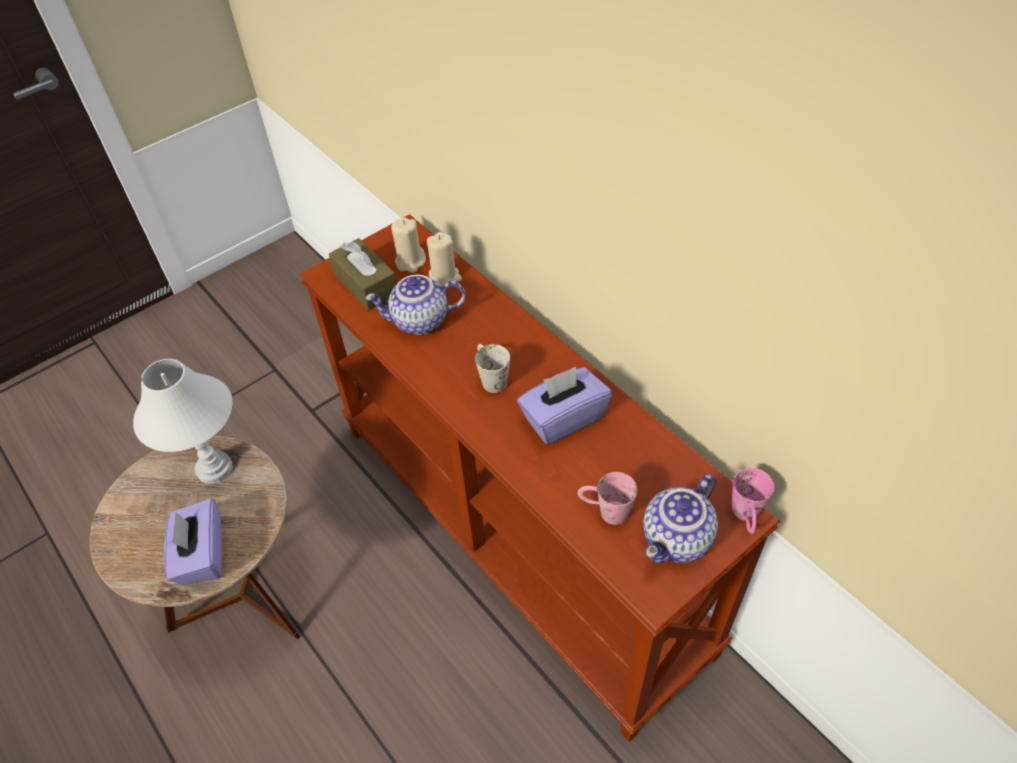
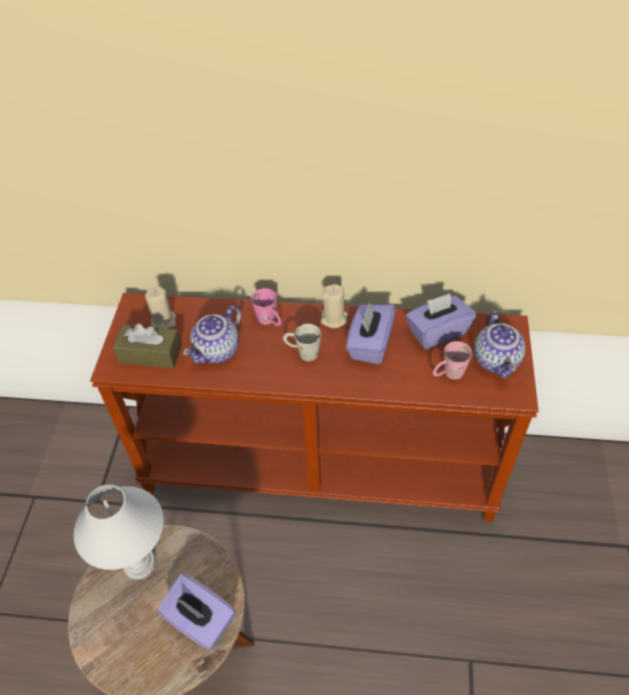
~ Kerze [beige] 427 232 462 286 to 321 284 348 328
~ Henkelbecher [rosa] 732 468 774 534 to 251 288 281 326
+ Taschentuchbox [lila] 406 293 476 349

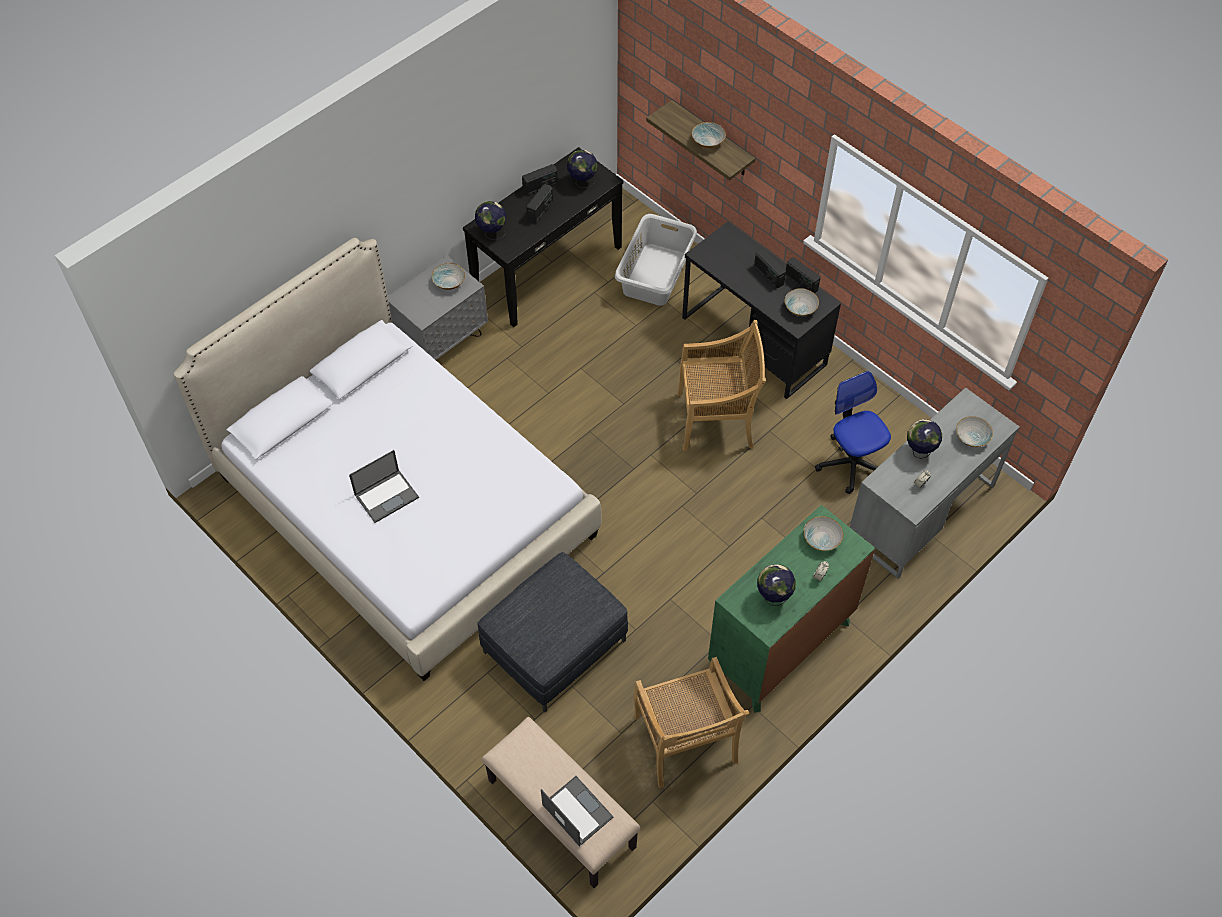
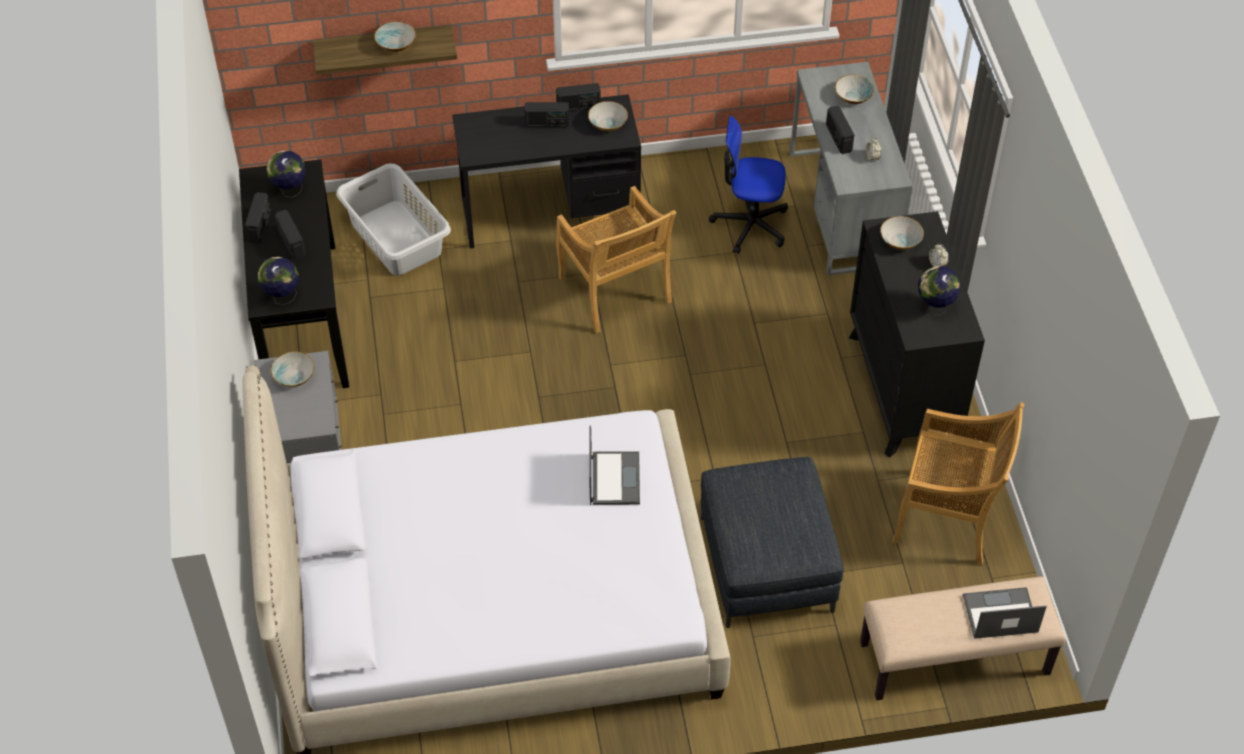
~ Laptop 349 450 419 523 to 589 426 640 505
~ Stuhl [beige] 677 320 766 451 = 556 186 676 333 120 degrees clockwise
~ Kommode [grün] 708 505 875 713 to Kommode [schwarz] 849 211 985 458
~ Globus 907 419 942 459 to Radio 826 106 854 154

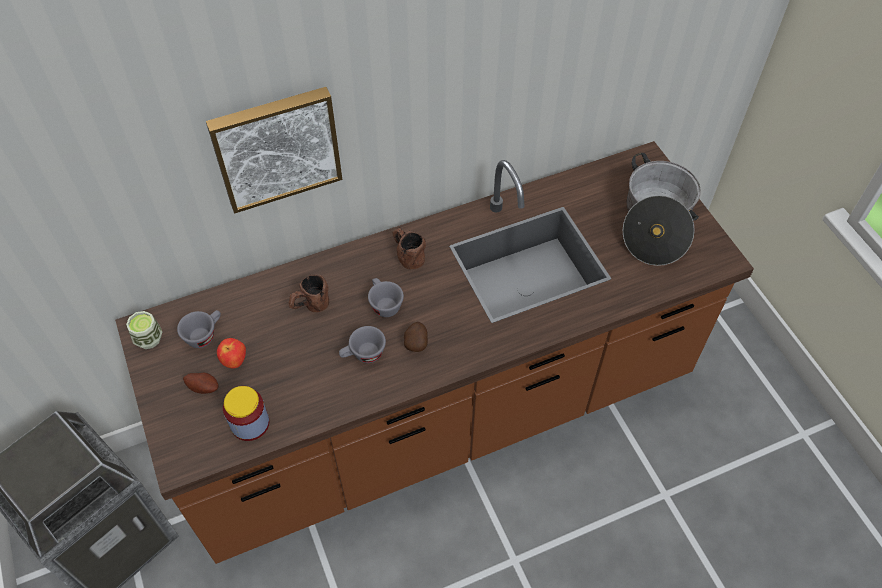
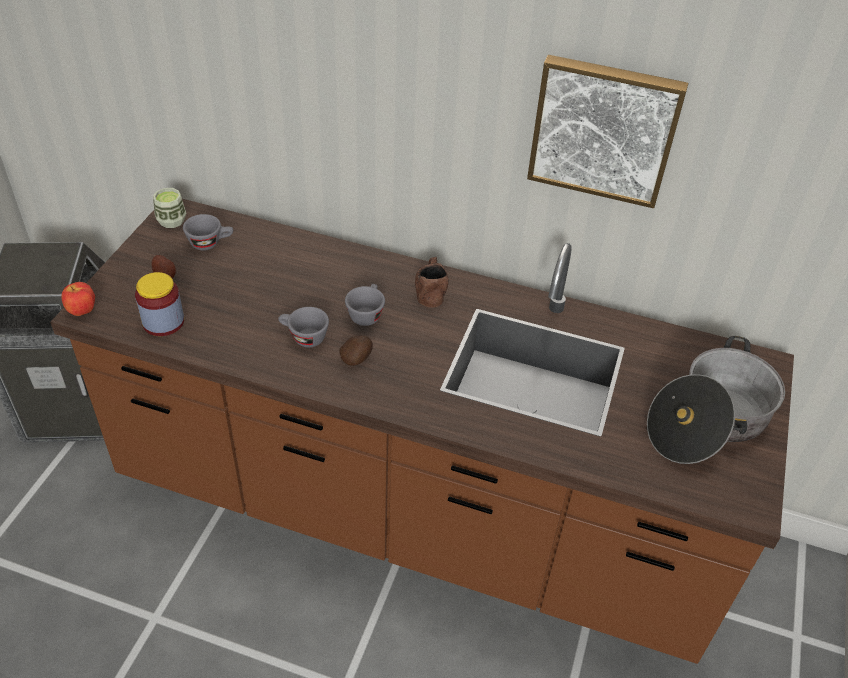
~ Bild 206 87 343 213 to 527 55 689 208
~ Apfel 217 338 246 368 to 61 282 95 316
- Henkelbecher [braun] 289 275 329 312

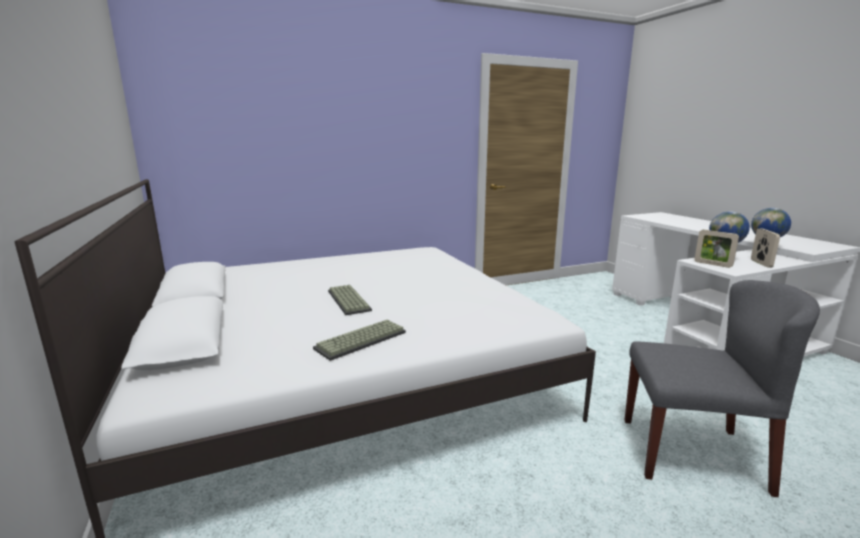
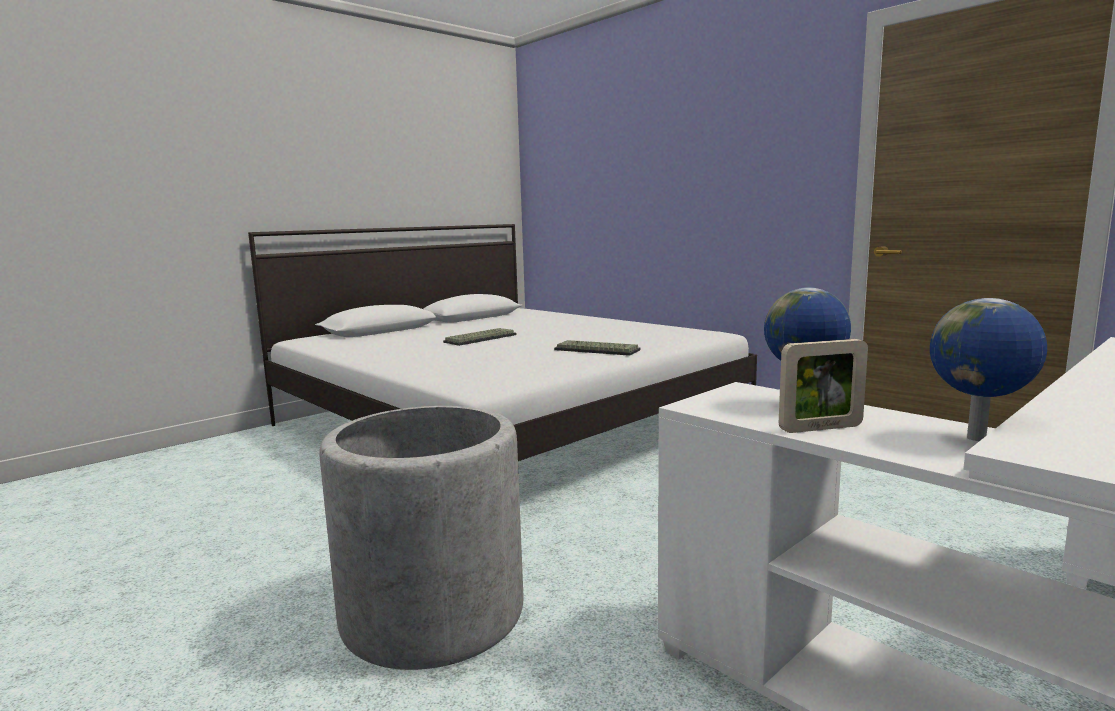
~ Tastatur 313 320 406 361 to 554 340 640 356
~ Stuhl [grau] 625 280 820 497 to Pflanzkübel [grau] 319 406 523 670
- Bilderrahmen 694 230 739 268

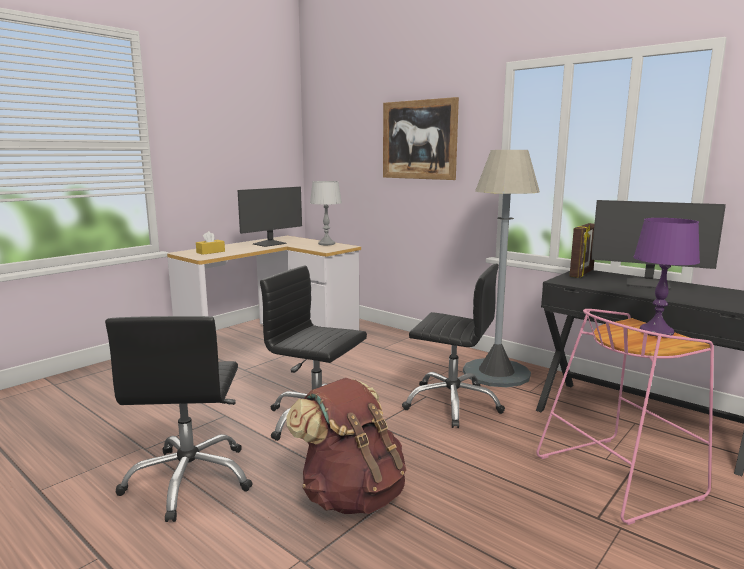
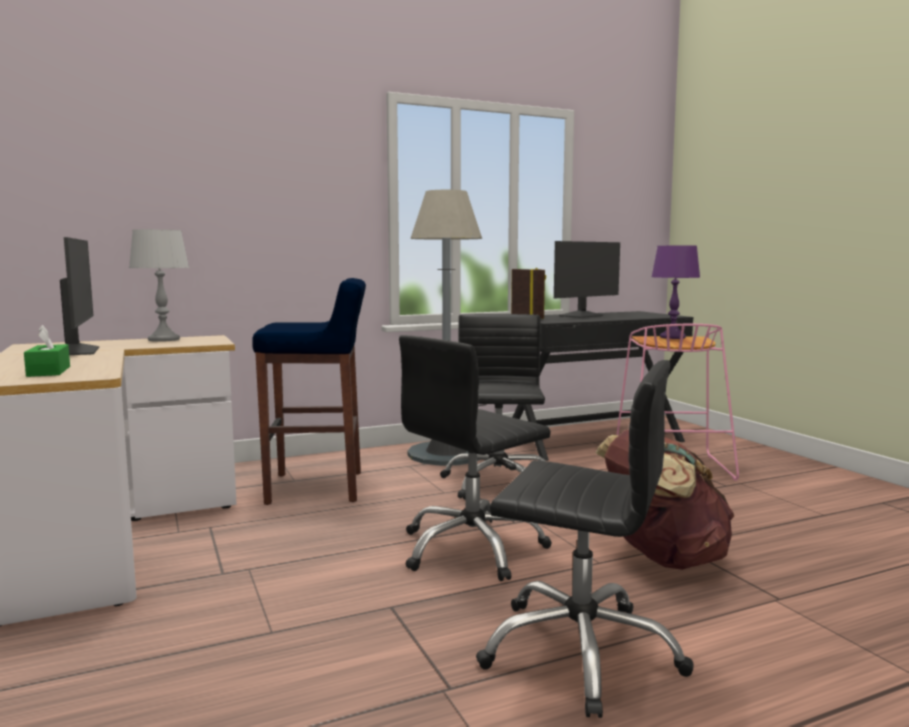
~ Taschentuchbox [gelb] 196 231 225 255 to Taschentuchbox [grün] 24 325 70 377
- Bild 383 97 459 180
~ Bürostuhl [schwarz] 402 264 505 428 = 440 314 545 500 45 degrees counterclockwise
+ Hocker [blau] 252 278 366 505

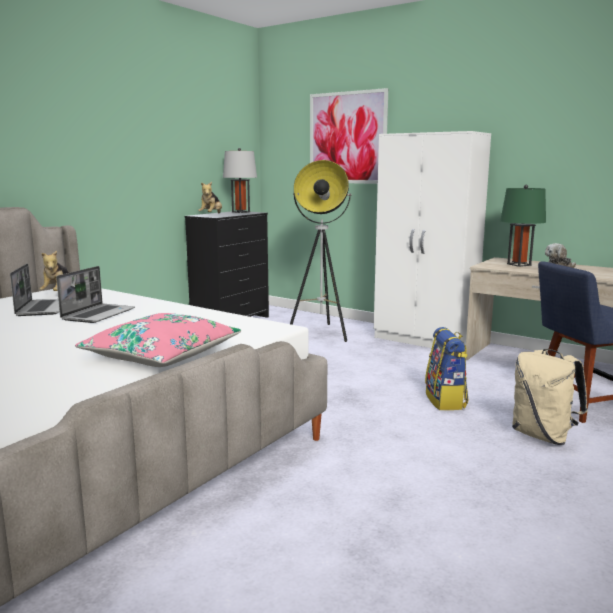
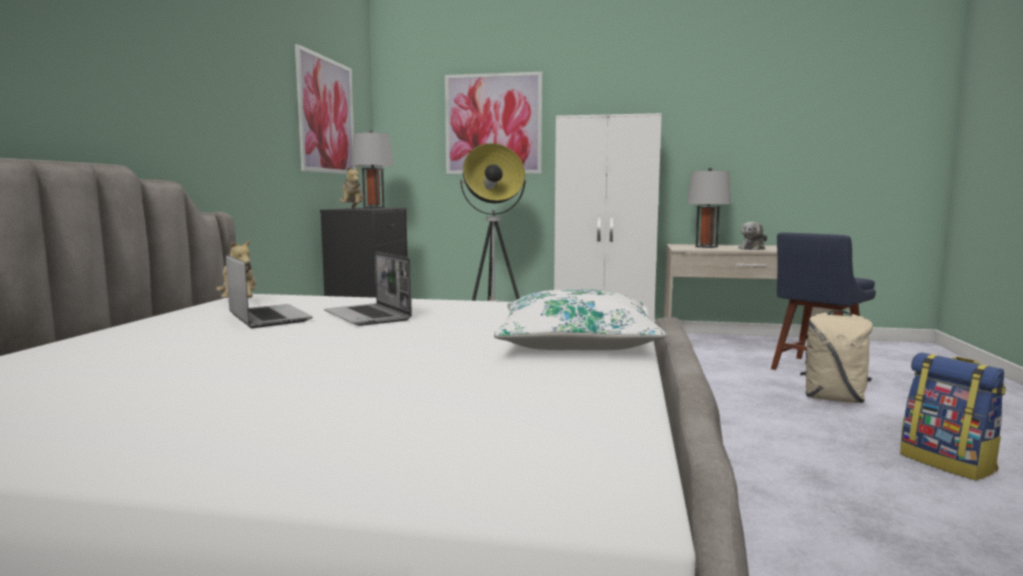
~ Laptop 56 266 135 323 = 324 251 412 326 150 degrees clockwise
~ Kissen [rosa] 75 313 241 367 to Kissen [weiß] 494 289 666 350
~ Rucksack 425 327 469 410 to 900 352 1006 480
~ Tischlampe [grün] 500 184 546 267 to Tischlampe [grau] 686 167 731 248
+ Bild 295 44 355 174

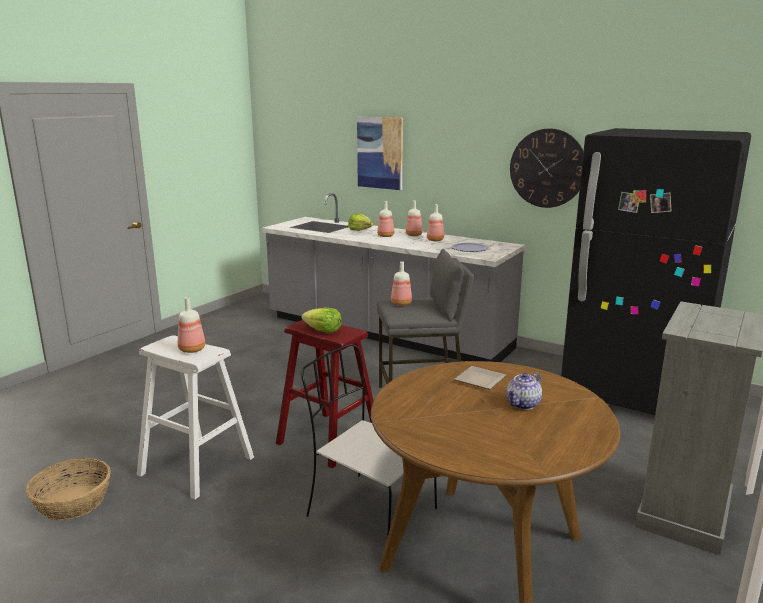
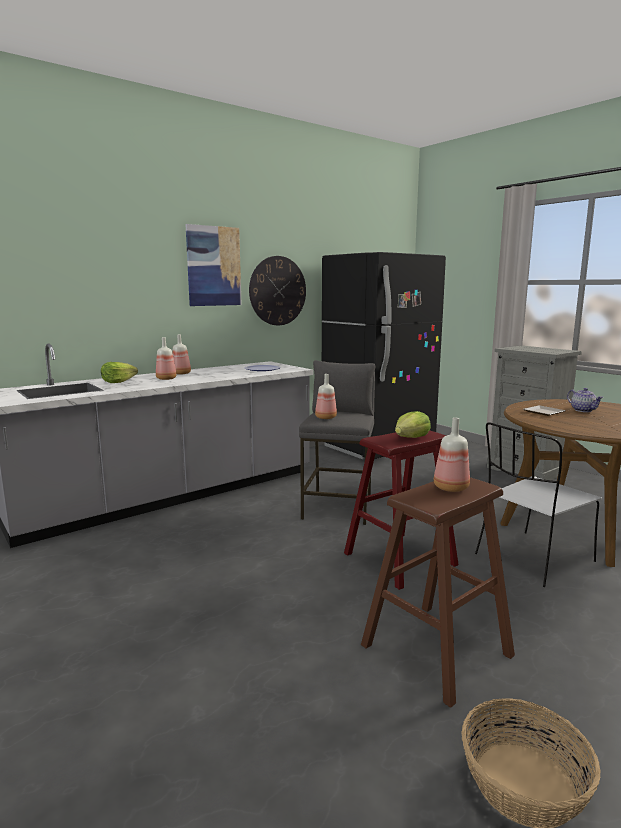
~ Hocker [weiß] 137 335 254 499 to Hocker [braun] 361 477 515 708
~ Bild 357 117 403 190 to 185 224 242 306
- Flasche 427 204 444 241

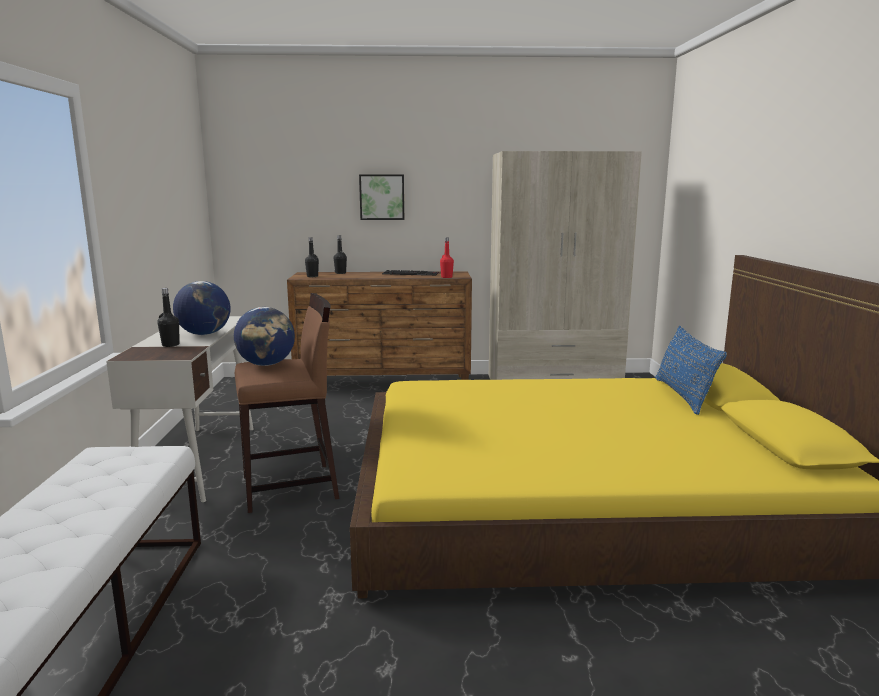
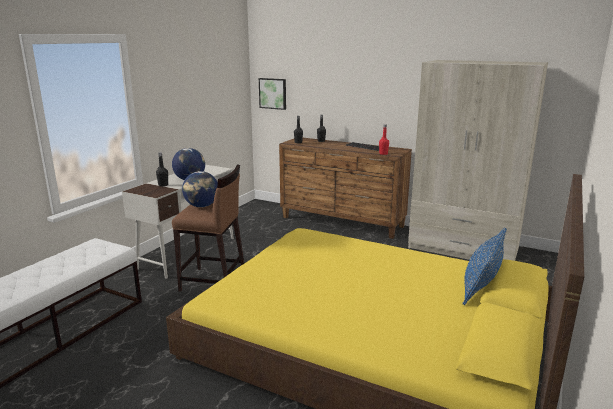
~ Bild 359 174 404 220 to 259 78 286 110

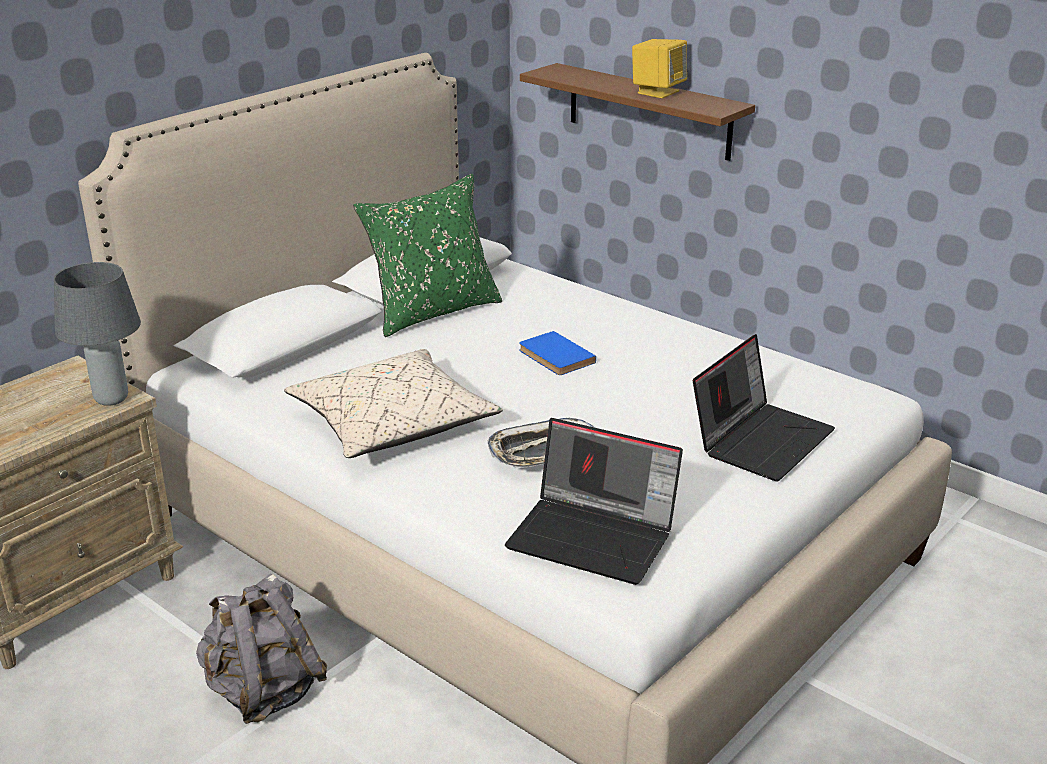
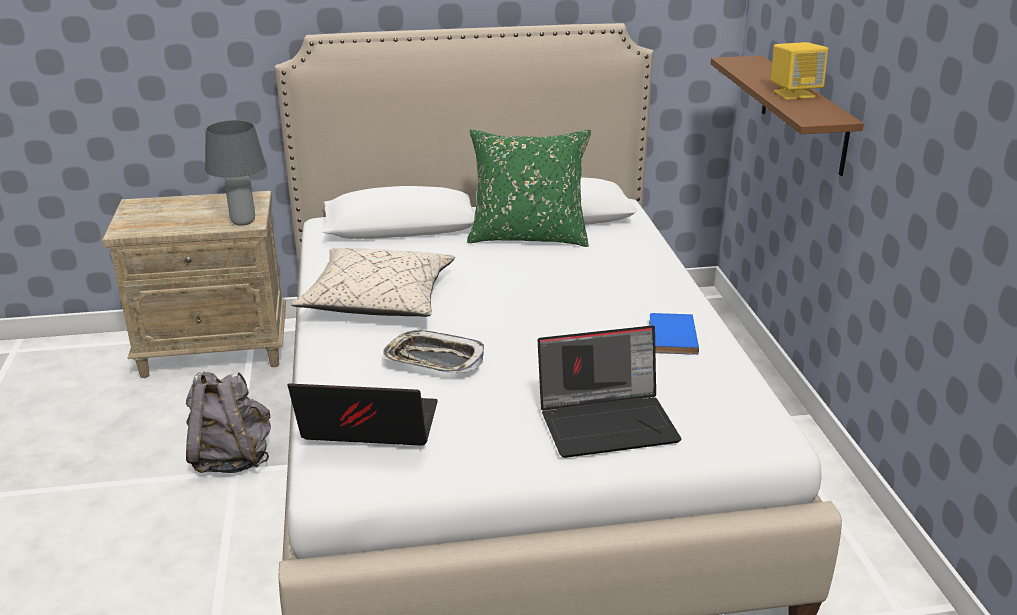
~ Laptop 505 418 683 585 = 287 384 438 446 120 degrees clockwise
~ Buch [blau] 519 331 596 375 to 649 313 699 355

